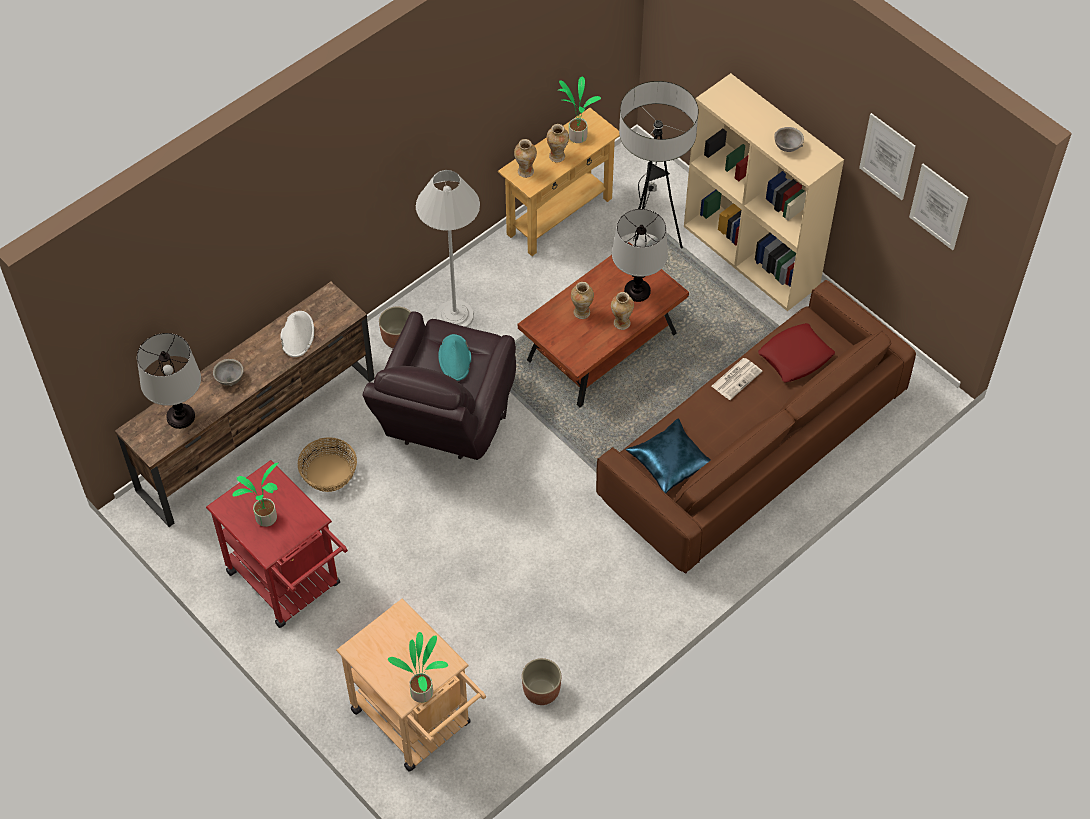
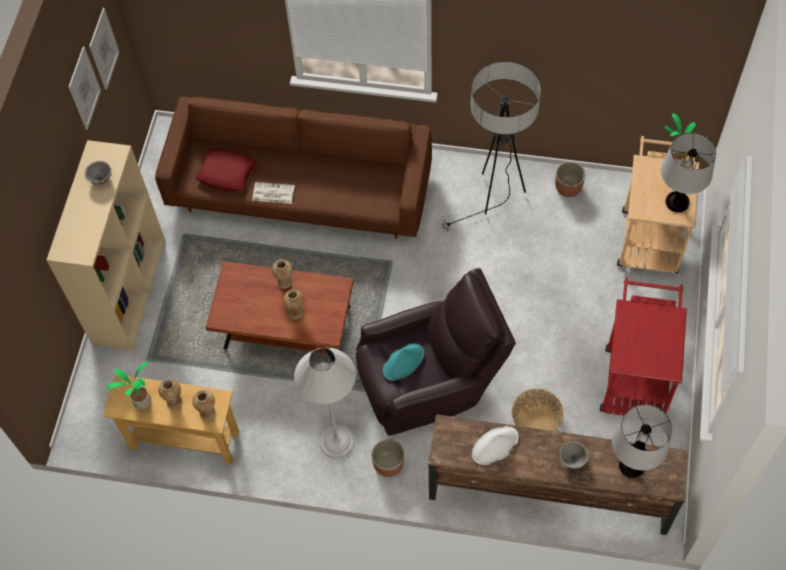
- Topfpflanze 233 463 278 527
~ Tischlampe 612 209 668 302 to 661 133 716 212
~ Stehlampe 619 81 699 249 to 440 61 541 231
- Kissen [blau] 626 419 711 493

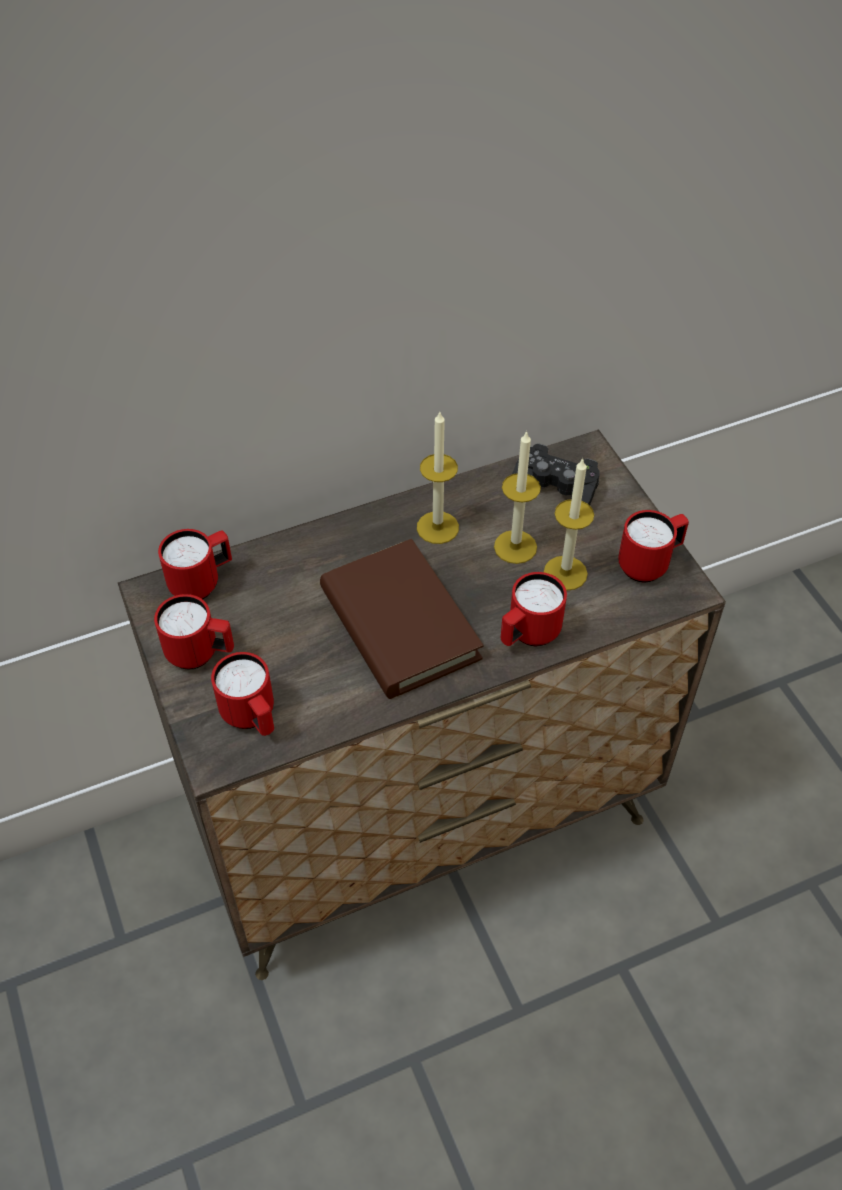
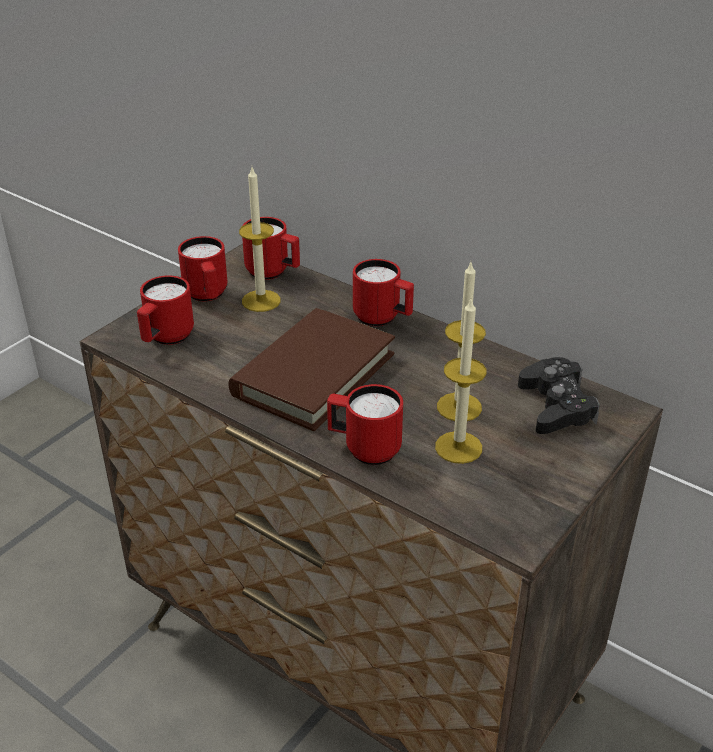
~ Kerze 417 412 459 544 to 239 167 281 312
~ Henkelbecher [rot] 618 510 689 582 to 353 259 414 326

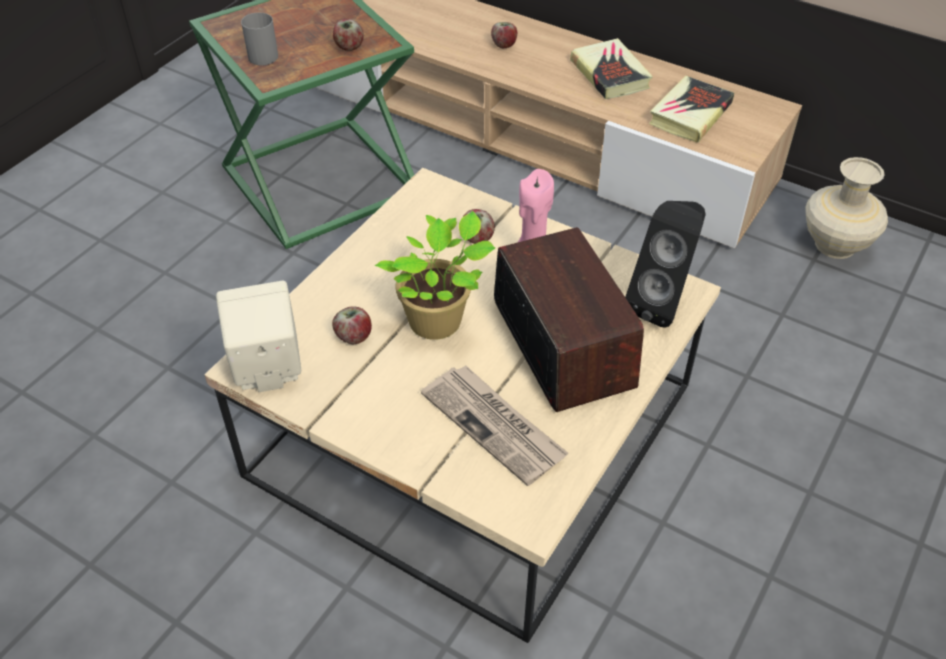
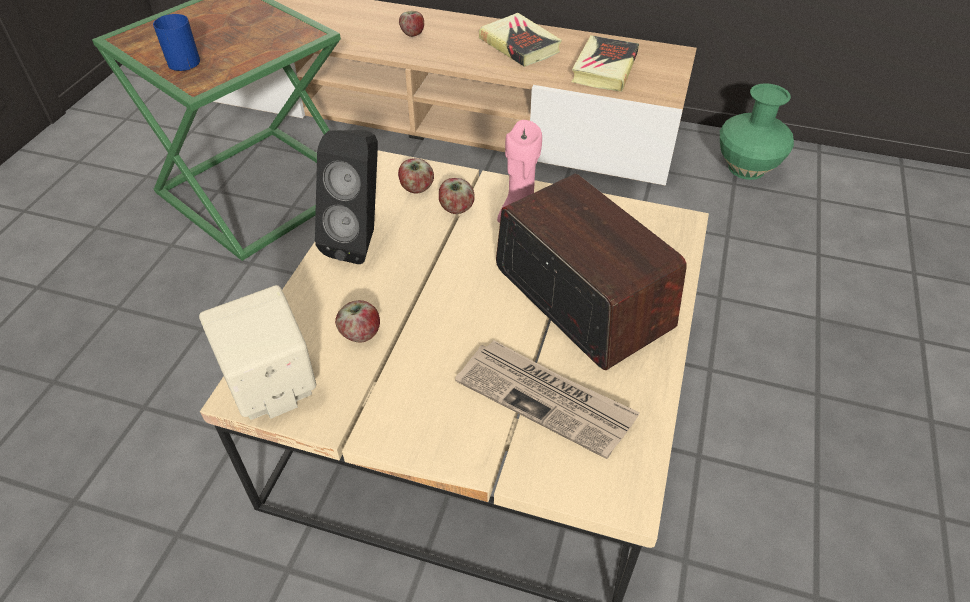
~ Henkelbecher [grau] 241 13 278 66 to Henkelbecher [blau] 153 14 200 71
~ Apfel 333 19 364 51 to 398 158 434 194
- Topfpflanze 375 211 495 340
~ Lautsprecher [schwarz] 625 201 706 327 to 315 130 378 264
~ Vase [beige] 805 157 888 259 to Vase [grün] 720 83 794 180

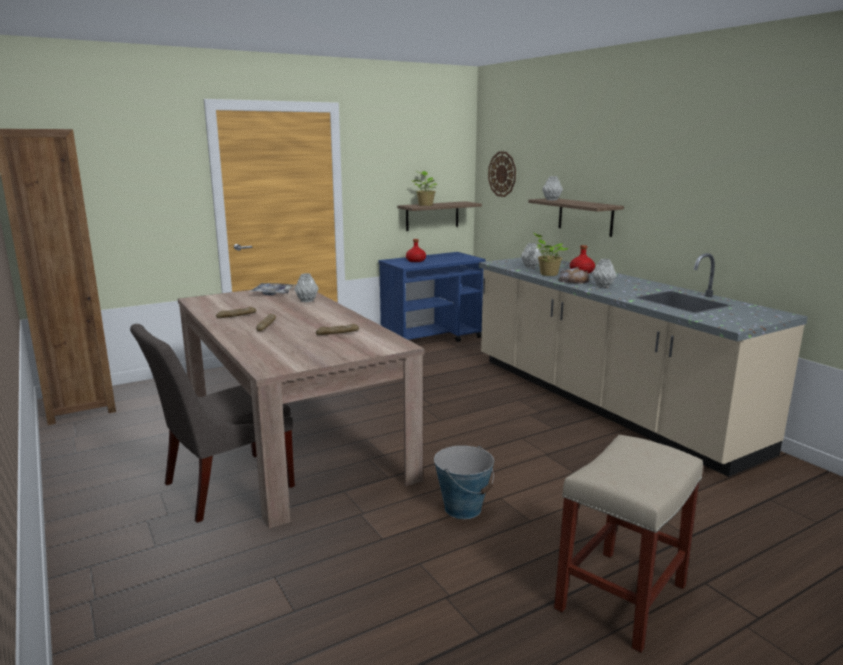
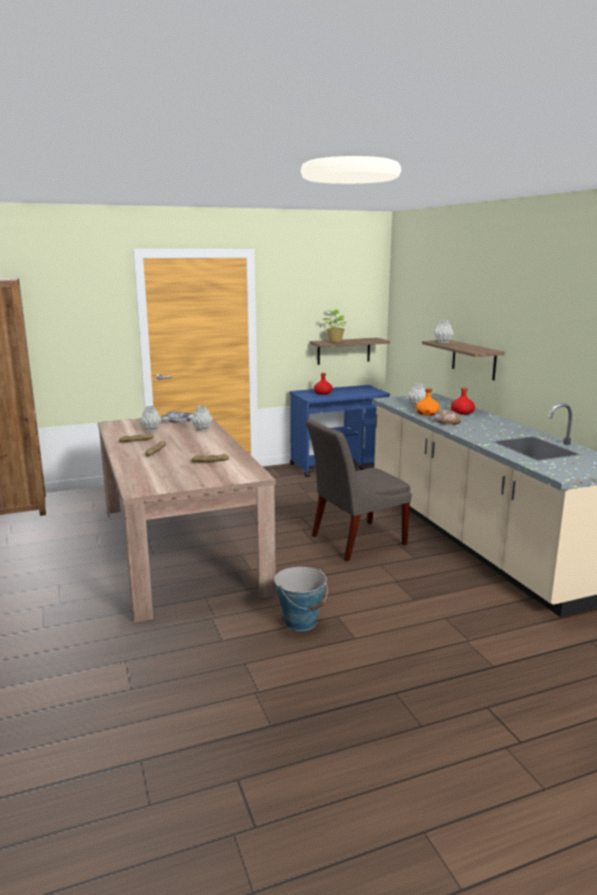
~ Stuhl [grau] 130 324 295 523 to 306 419 411 561
- Wanduhr 488 151 516 197
~ Topfpflanze 533 232 569 276 to Flasche [orange] 416 388 440 416
- Hocker [beige] 554 435 703 653
~ Vase [grau] 592 259 617 288 to 140 406 162 431

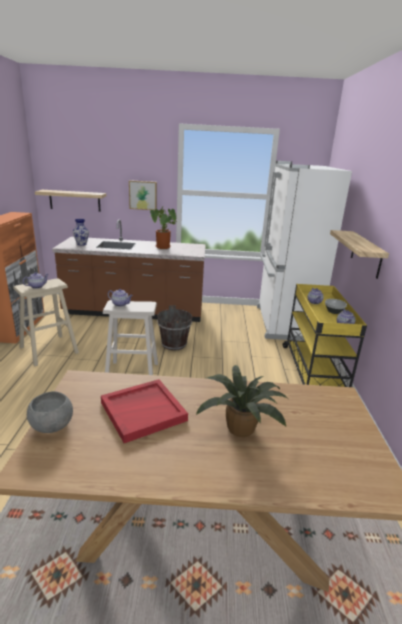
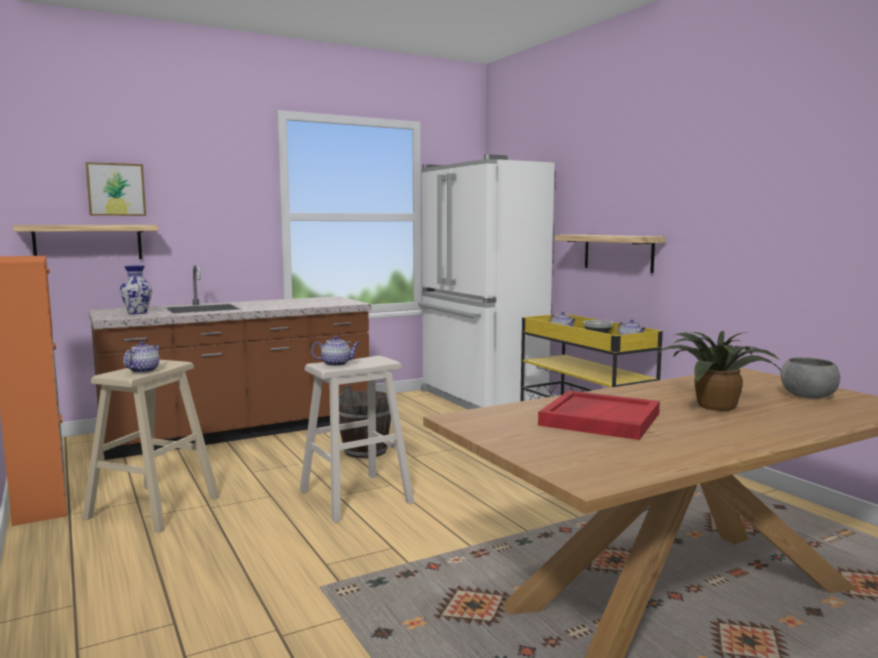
~ Schüssel [grau] 27 391 73 433 to 781 358 840 399
~ Bild 129 180 157 210 to 86 162 146 216
- Topfpflanze 150 205 177 249

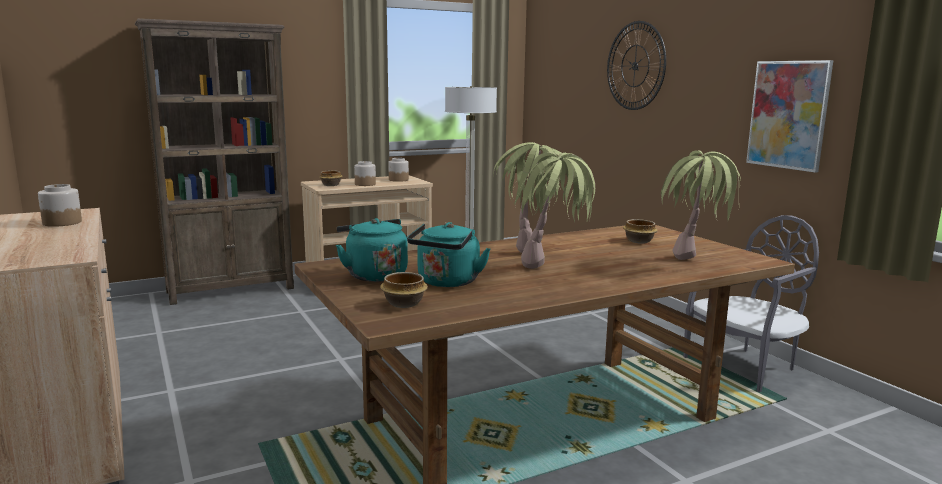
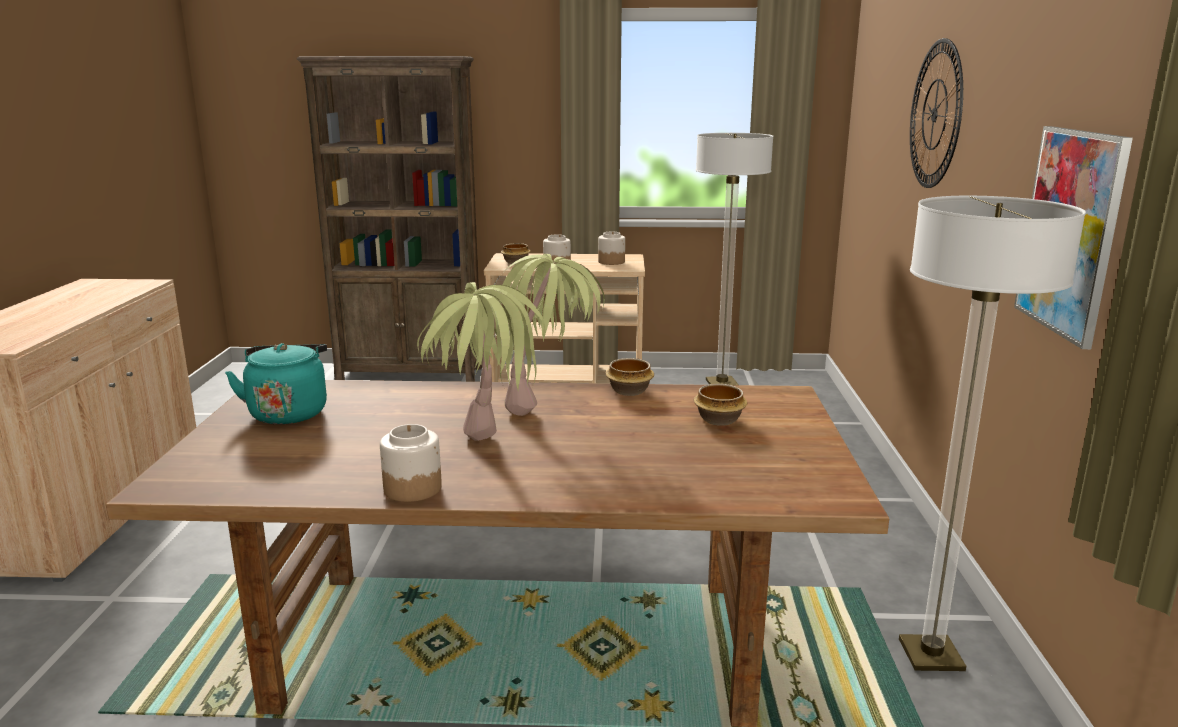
~ Vorratsglas 38 184 82 227 to 380 424 442 502
~ Schüssel 380 272 428 308 to 605 358 654 396
- Wasserkessel [türkis] 407 222 490 287
- Topfpflanze 661 150 741 260
~ Stuhl [grau] 683 215 819 392 to Stehlampe 899 196 1086 671

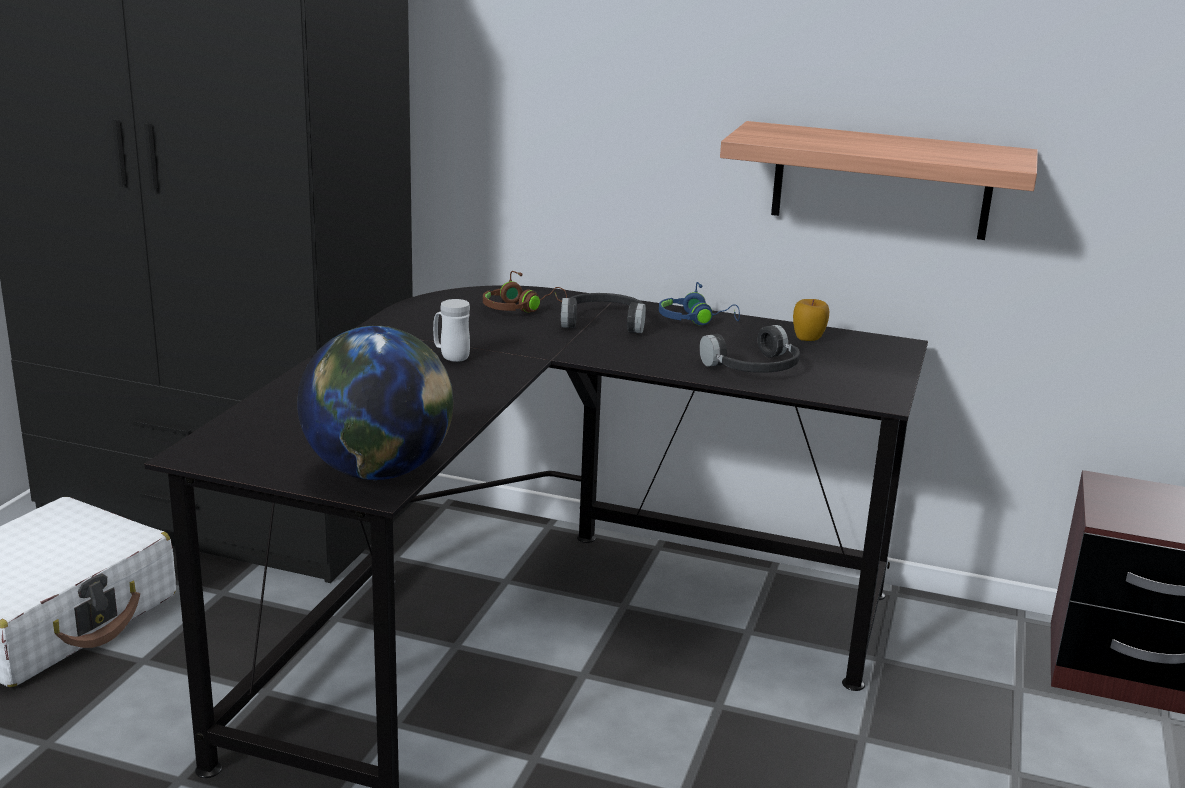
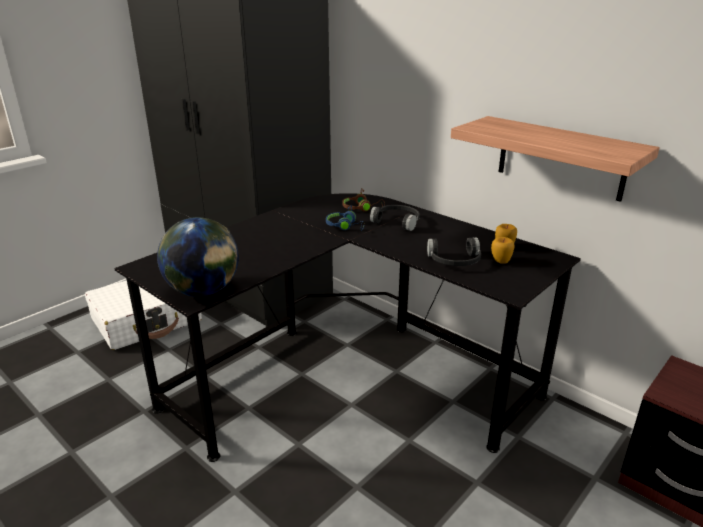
- Henkelbecher [weiß] 433 299 470 362
~ Kopfhörer [blau] 659 282 740 325 to 326 205 365 231
+ Apfel 491 237 514 264

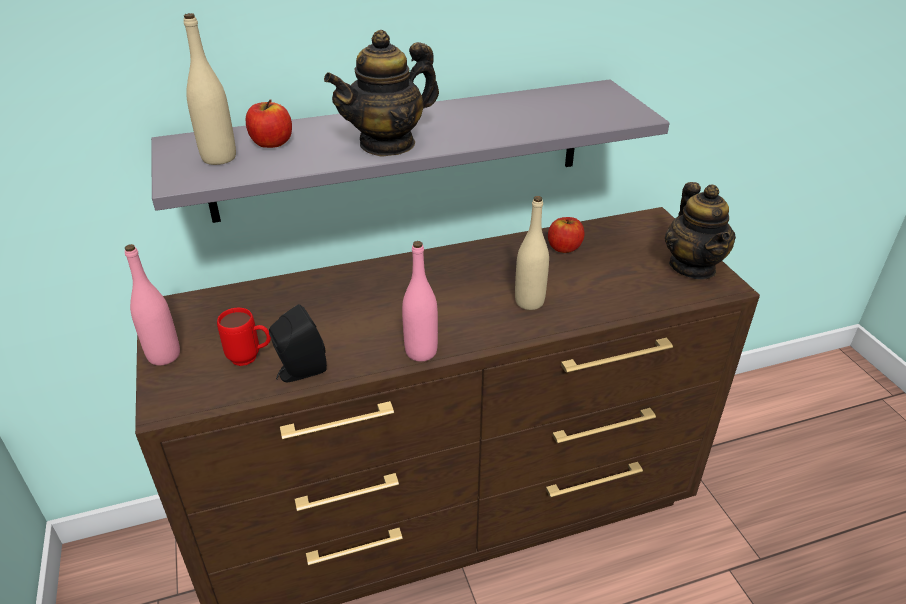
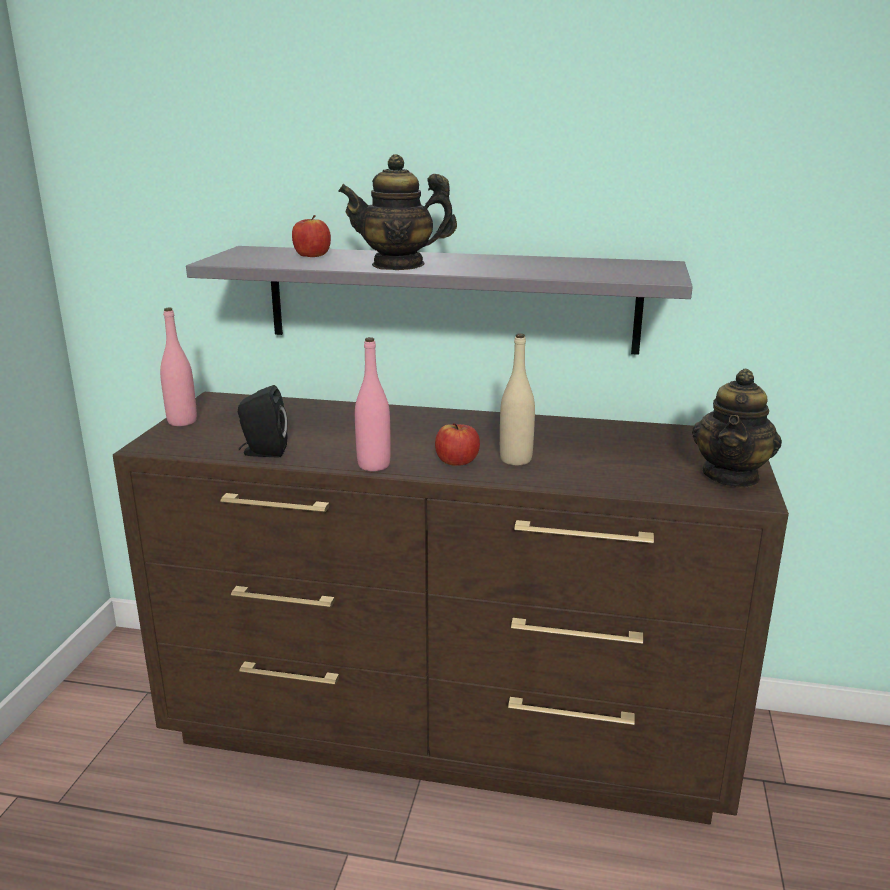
- Flasche [beige] 184 13 236 165
- Henkelbecher [rot] 217 308 271 366
~ Apfel 548 217 585 253 to 435 423 480 466

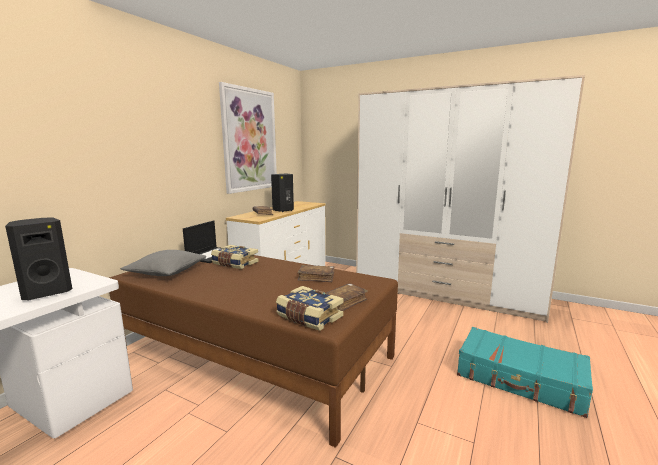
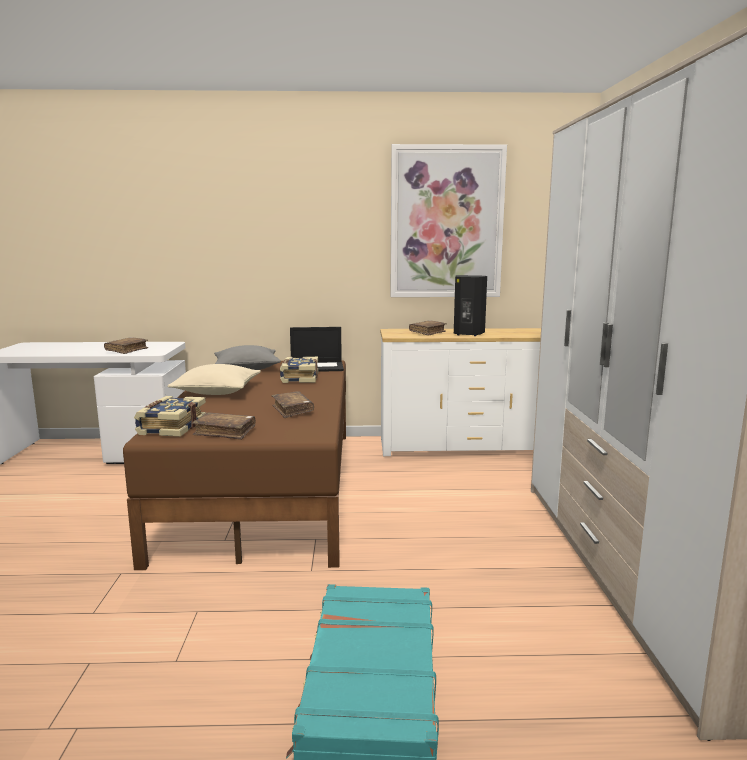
~ Lautsprecher [schwarz] 5 217 72 300 to Buch [braun] 104 337 148 354
+ Kissen [beige] 167 364 261 395

